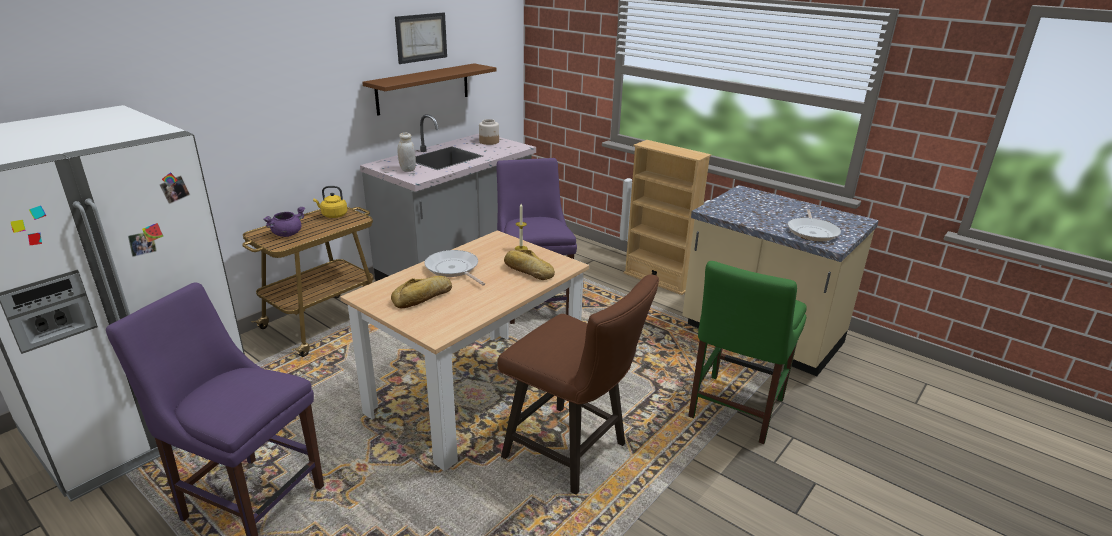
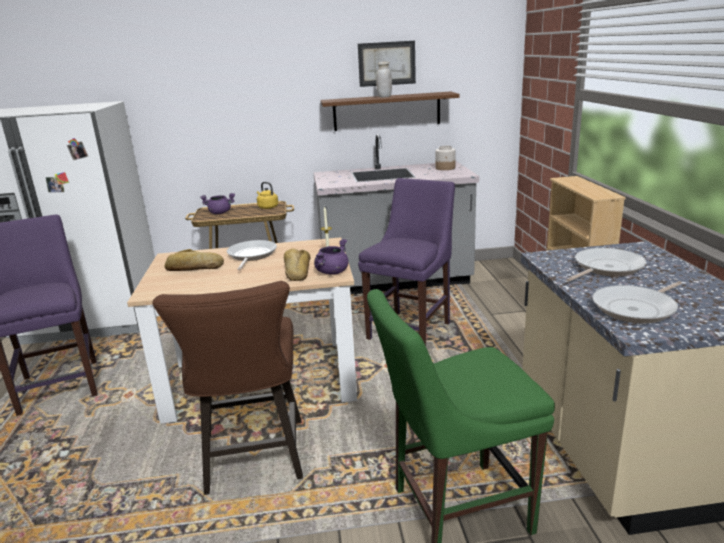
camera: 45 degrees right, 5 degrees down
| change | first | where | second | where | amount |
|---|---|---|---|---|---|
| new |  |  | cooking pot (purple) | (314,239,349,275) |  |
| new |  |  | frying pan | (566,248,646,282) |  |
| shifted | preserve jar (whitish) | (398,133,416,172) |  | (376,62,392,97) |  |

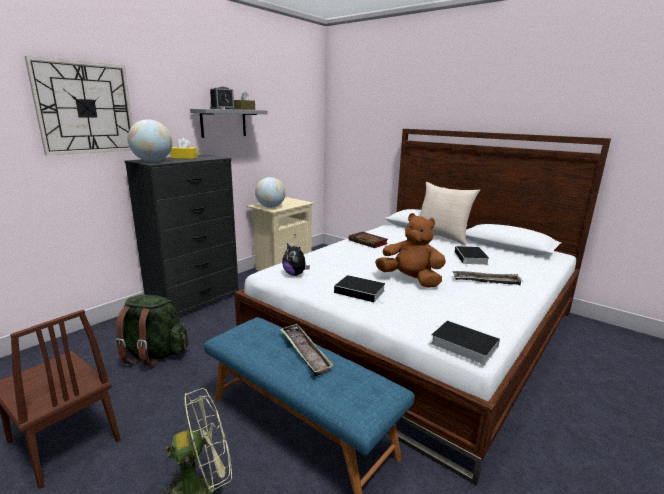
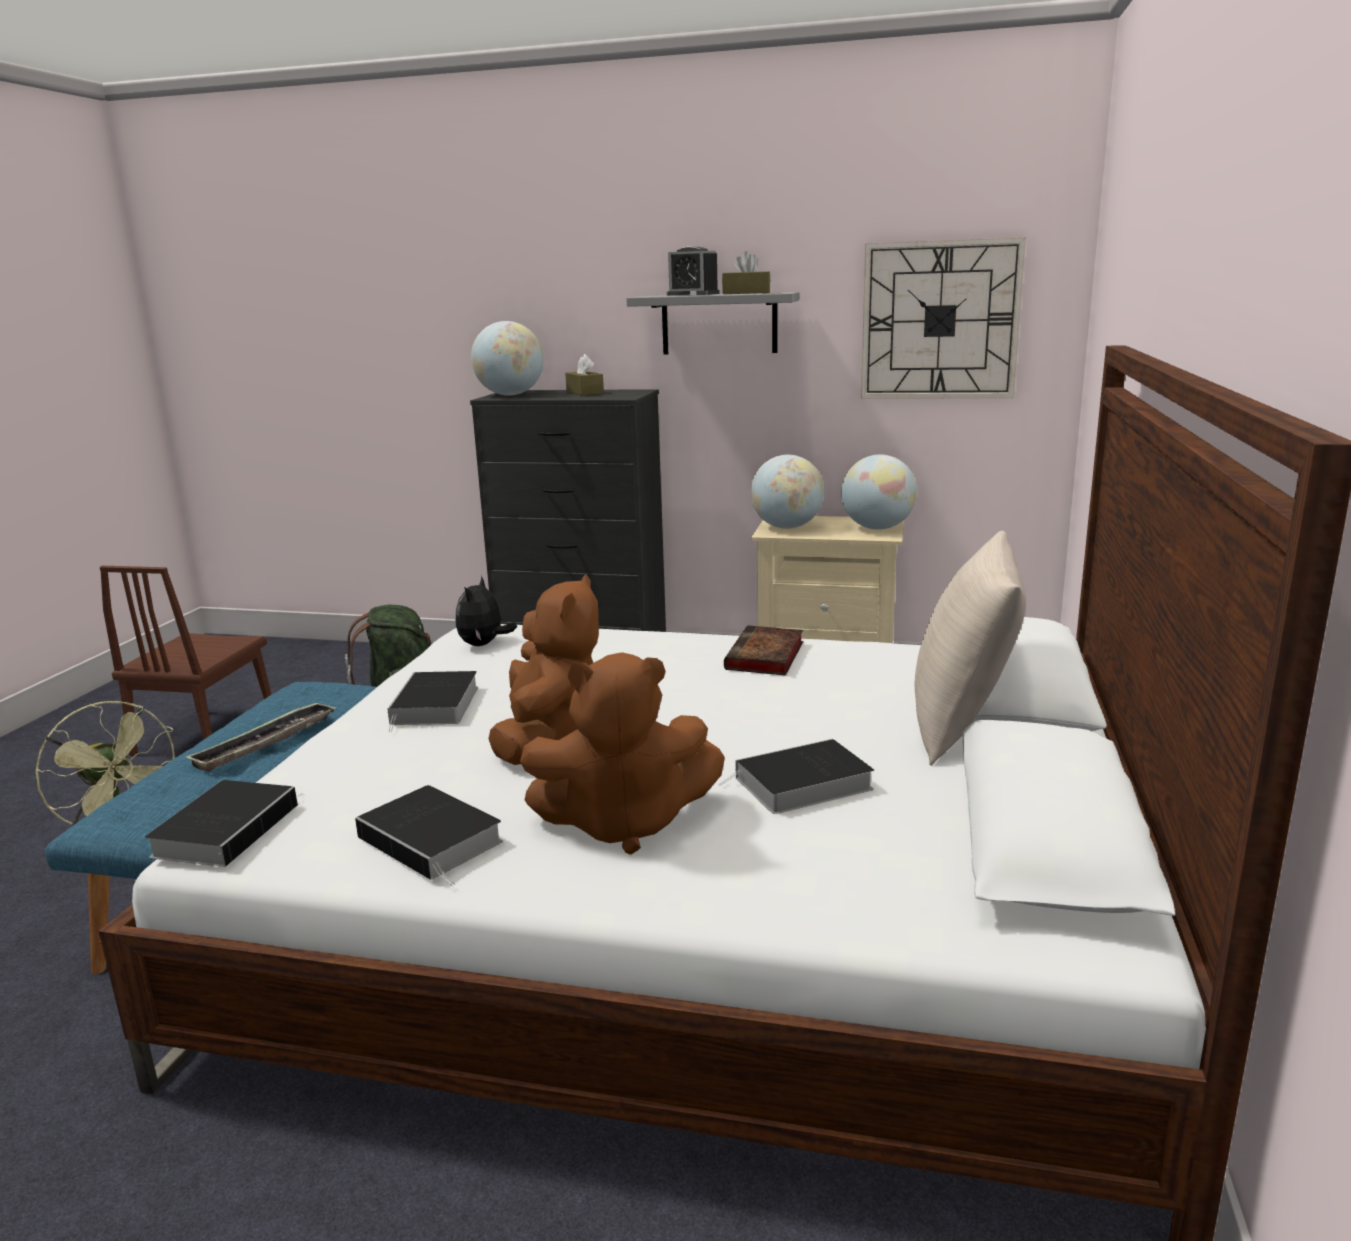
camera: 65 degrees right, 0 degrees up
| change | first | where | second | where | amount |
|---|---|---|---|---|---|
| new |  |  | volume | (355,785,503,886) |  |
| new |  |  | globe | (841,454,917,530) |  |
| shifted | clock on the wall | (25,56,133,156) |  | (861,238,1026,399) |  |
| swapped | carrying tray | (452,271,523,285) | cuddly toy (brown-coloured) | (520,652,725,855) |  |
| repainted | tissue holder (yellow-coloured) | (170,138,197,159) | tissue holder (brown-coloured) | (565,354,604,396) |  |

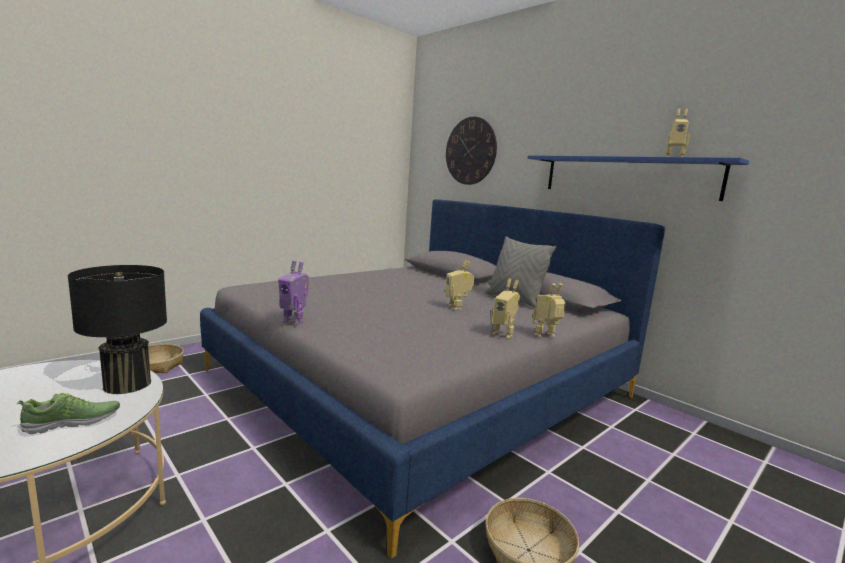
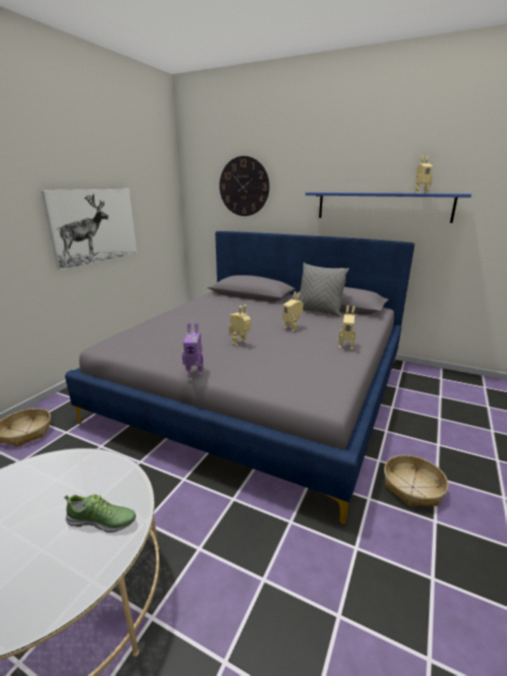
camera: 20 degrees left, 10 degrees up
| change | first | where | second | where | amount |
|---|---|---|---|---|---|
| gone | table lamp (black) | (68,265,167,394) |  |  |  |
| new |  |  | picture | (41,189,137,270) |  |
| shifted | robot figure | (533,283,566,338) |  | (229,305,251,346) |  |
| rotated | low shoe | (18,393,120,434) |  | (64,494,136,533) | 60 degrees clockwise |

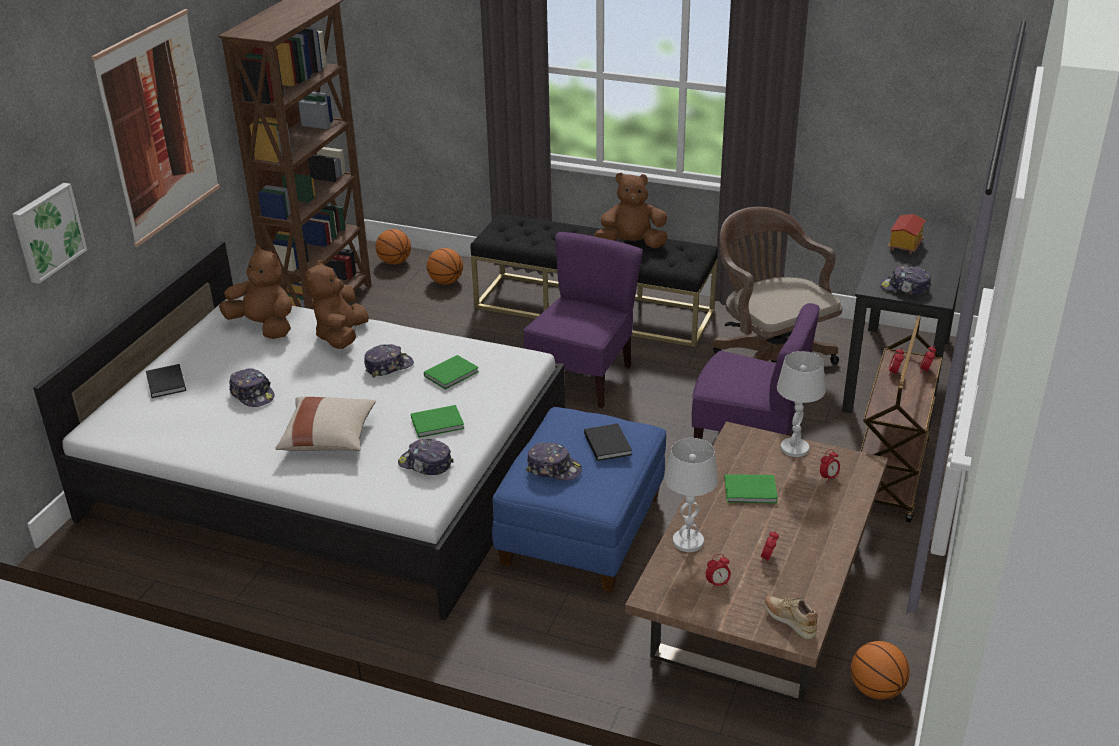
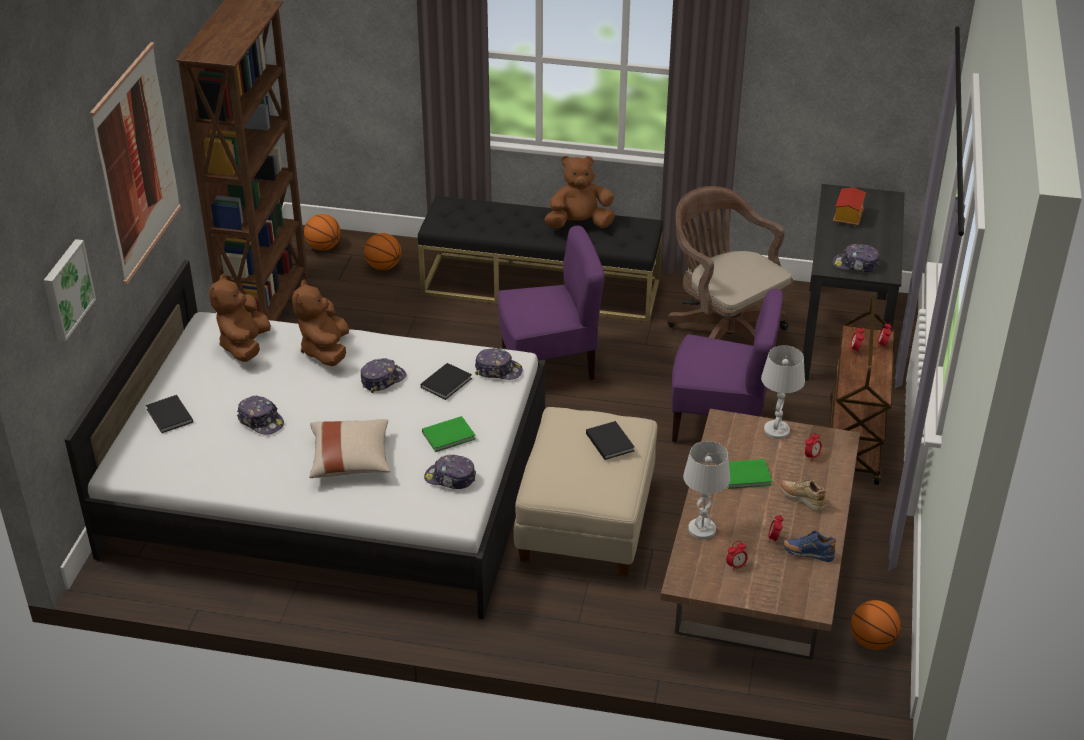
camera: 10 degrees left, 5 degrees up
| change | first | where | second | where | amount |
|---|---|---|---|---|---|
| new |  |  | low shoe (blue-coloured) | (783,531,836,562) |  |
| shifted | baseball cap | (526,442,582,481) |  | (475,348,523,380) |  |
| shifted | low shoe (sand-coloured) | (764,596,818,640) |  | (780,478,826,512) |  |
| repainted | volume (green-coloured) | (424,355,479,389) | volume (black) | (421,363,472,400) |  |
| repainted | footrest (blue-coloured) | (492,407,666,592) | footrest (sand-coloured) | (514,407,657,577) |  |
| rotated | cuddly toy (brown-coloured) | (219,246,292,339) |  | (209,274,271,362) | 105 degrees counterclockwise |
| rotated | chair (purple) | (524,232,643,408) |  | (498,226,605,380) | 60 degrees clockwise |

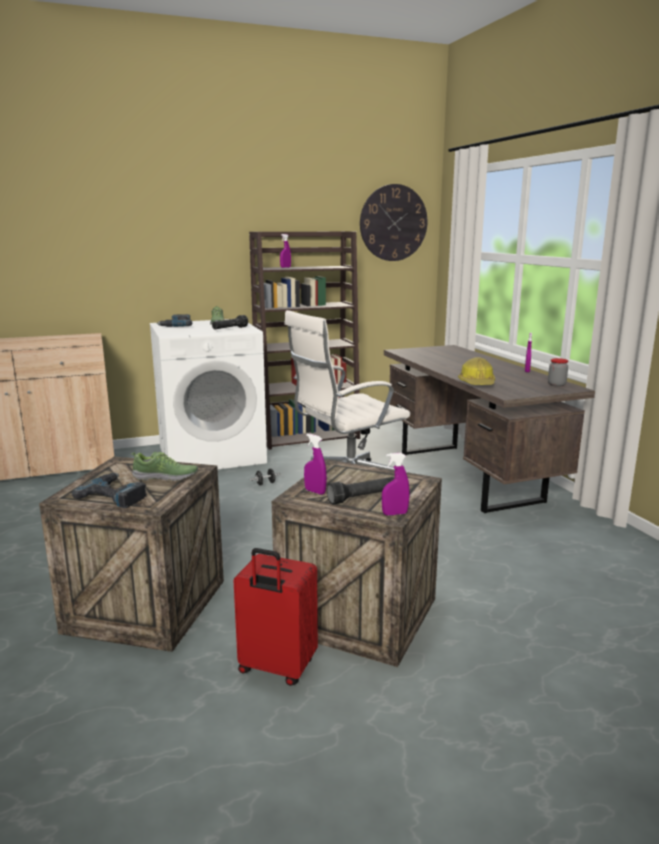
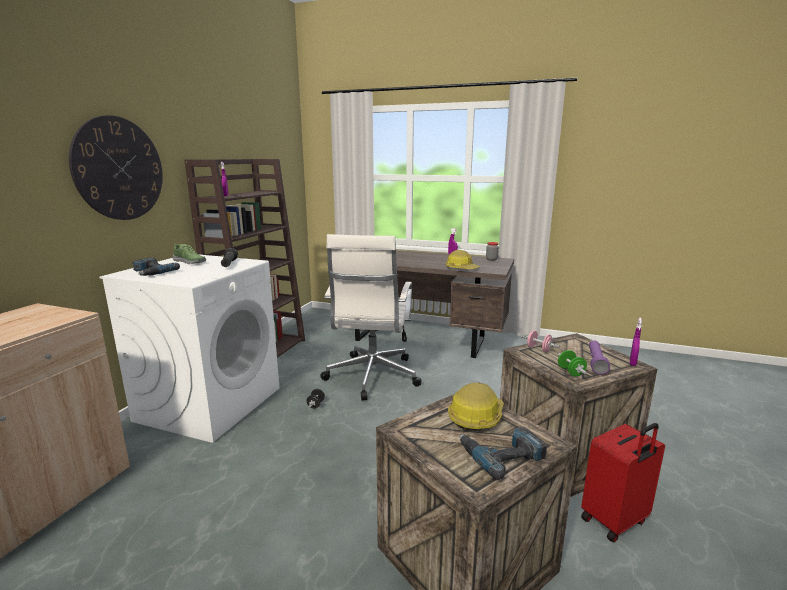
camera: 50 degrees left, 0 degrees up
| change | first | where | second | where | amount |
|---|---|---|---|---|---|
| new |  |  | free weight (pink-coloured) | (521,331,560,352) |  |
| shifted | clock on the wall | (360,184,427,261) |  | (69,115,163,220) |  |
| swapped | low shoe | (132,451,198,481) | safety helmet | (448,382,504,432) |  |
| swapped | hand sprayer (purple) | (304,434,327,495) | free weight (green-coloured) | (558,350,587,376) |  |
| repainted | flashlight (black) | (327,477,394,505) | flashlight (purple) | (589,340,610,375) |  |

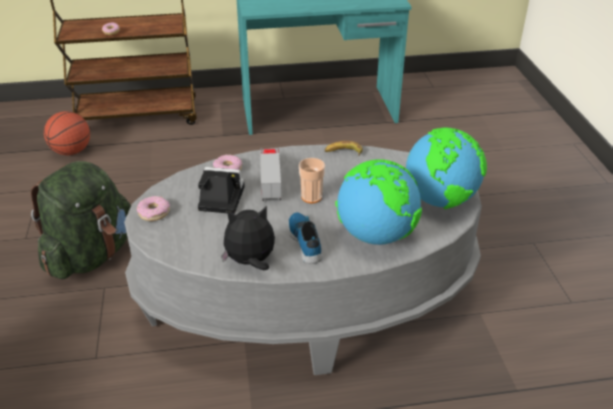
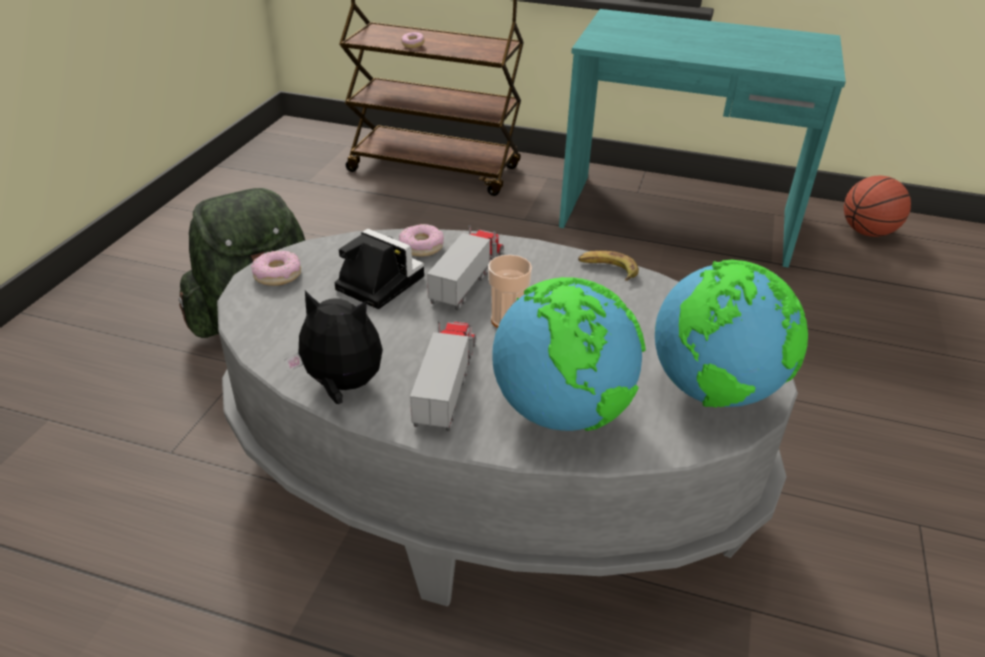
camera: 25 degrees right, 0 degrees up
| change | first | where | second | where | amount |
|---|---|---|---|---|---|
| shifted | ball for basketball | (44,111,90,155) |  | (844,175,911,237) |  |
| swapped | low shoe | (288,212,323,264) | toy lorry | (410,321,476,431) |  |

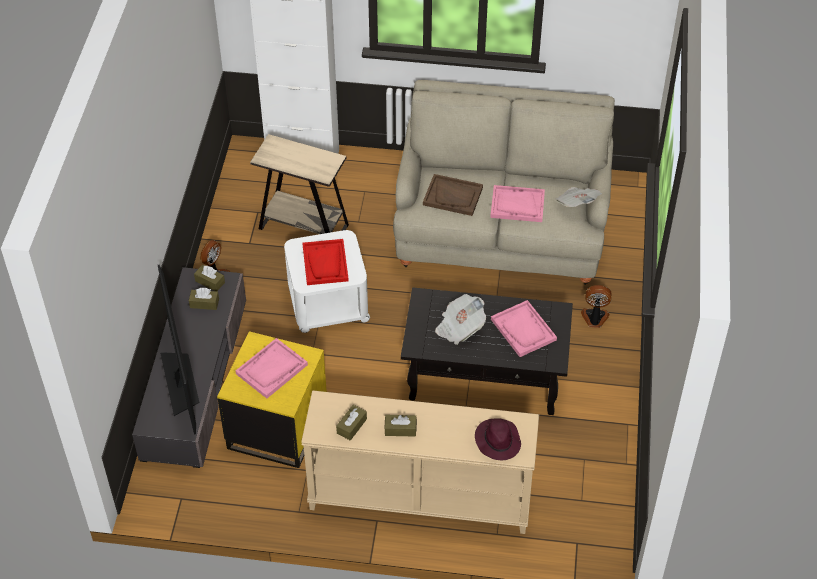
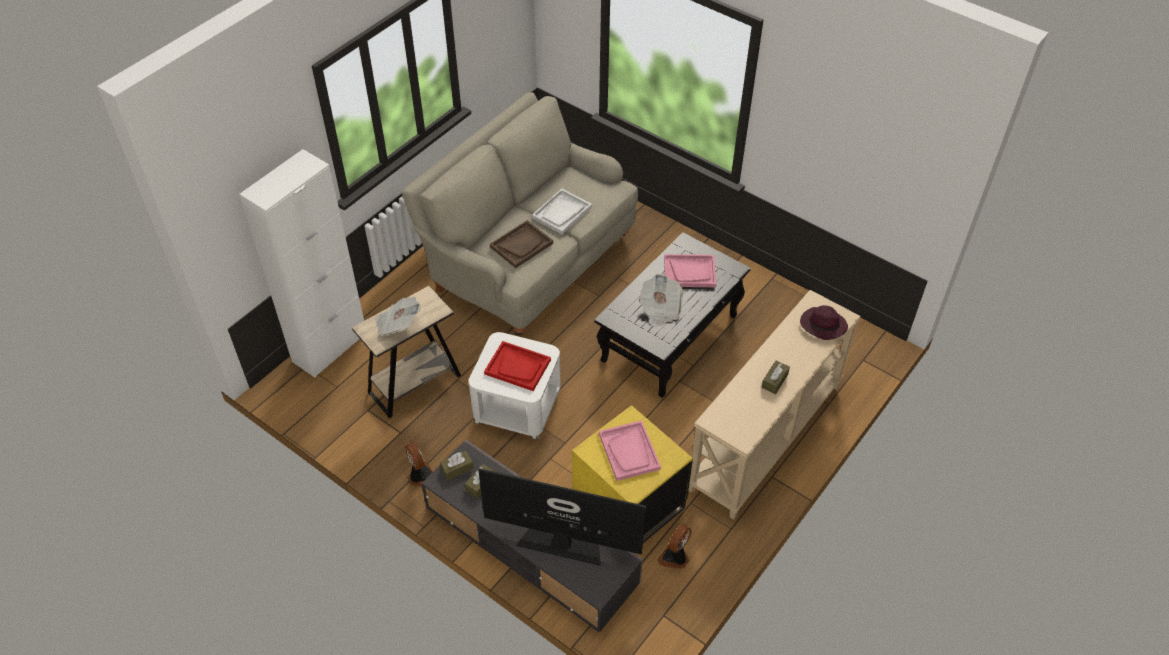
camera: 60 degrees left, 0 degrees up
| change | first | where | second | where | amount |
|---|---|---|---|---|---|
| gone | tissue holder (brown-coloured) | (336,405,367,441) |  |  |  |
| shifted | daily paper | (555,187,602,207) |  | (375,297,420,336) |  |
| shifted | fan | (581,285,612,328) |  | (657,524,692,569) |  |
| repainted | carrying tray (pink-coloured) | (490,185,545,222) | carrying tray (whitish) | (532,189,592,235) |  |

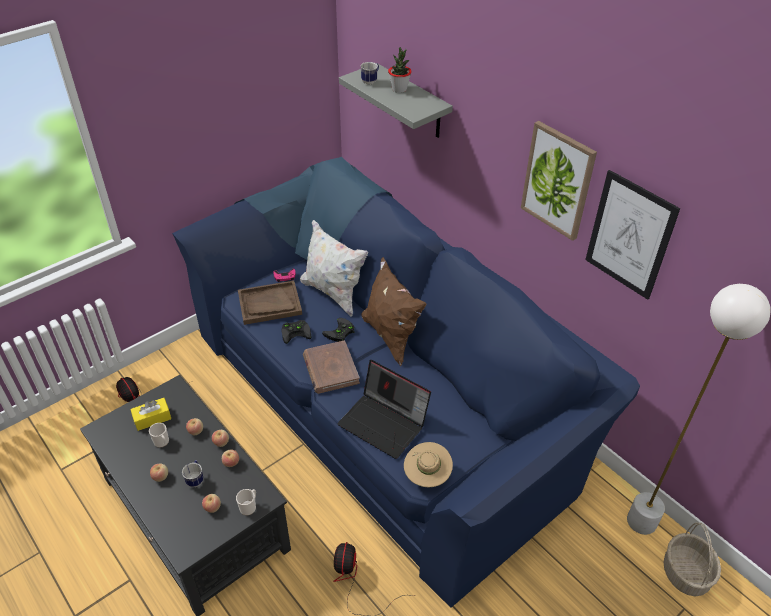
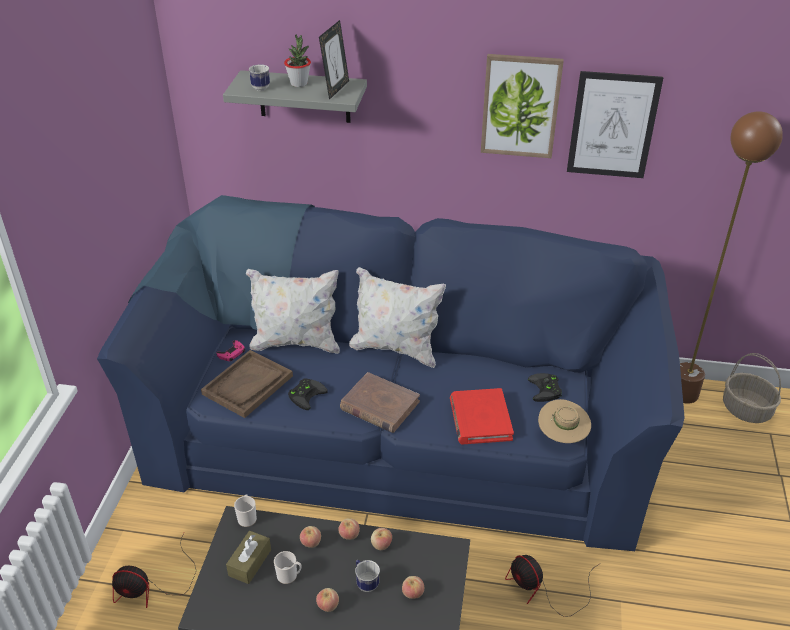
camera: 40 degrees left, 5 degrees down
| change | first | where | second | where | amount |
|---|---|---|---|---|---|
| new |  |  | standing frame | (319,20,349,100) |  |
| shifted | mug | (236,489,256,515) |  | (234,494,257,527) |  |
| shifted | game controller (black) | (322,318,355,342) |  | (528,373,562,402) |  |
| swapped | laptop | (337,360,431,459) | volume (reddish) | (450,388,514,444) |  |
| repainted | tissue holder (yellow-coloured) | (131,398,171,431) | tissue holder (brown-coloured) | (226,531,271,584) |  |
| repainted | throw pillow (brown-coloured) | (361,257,426,366) | throw pillow (whitish) | (349,267,446,368) |  |
| repainted | standing lamp (whitish) | (627,284,771,535) | standing lamp (brown-coloured) | (680,111,783,403) |  |

